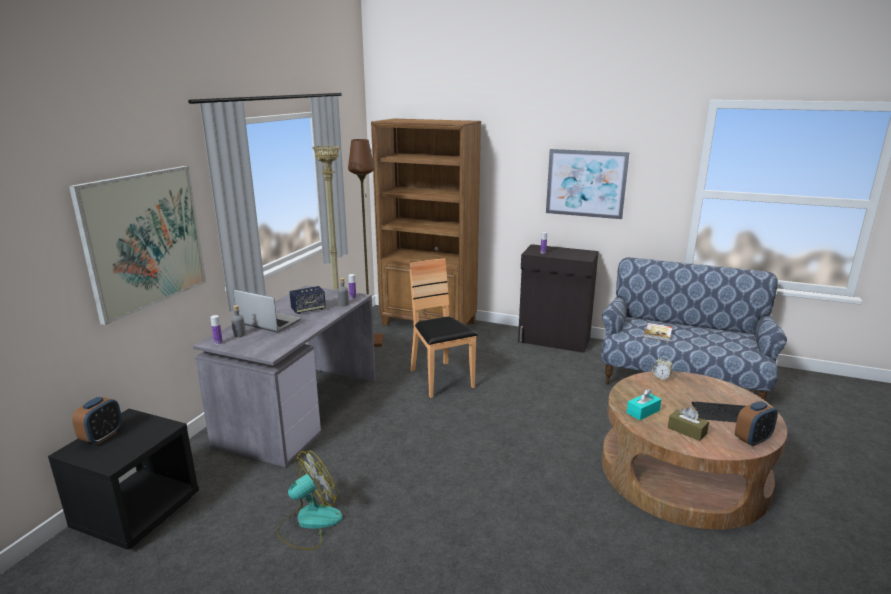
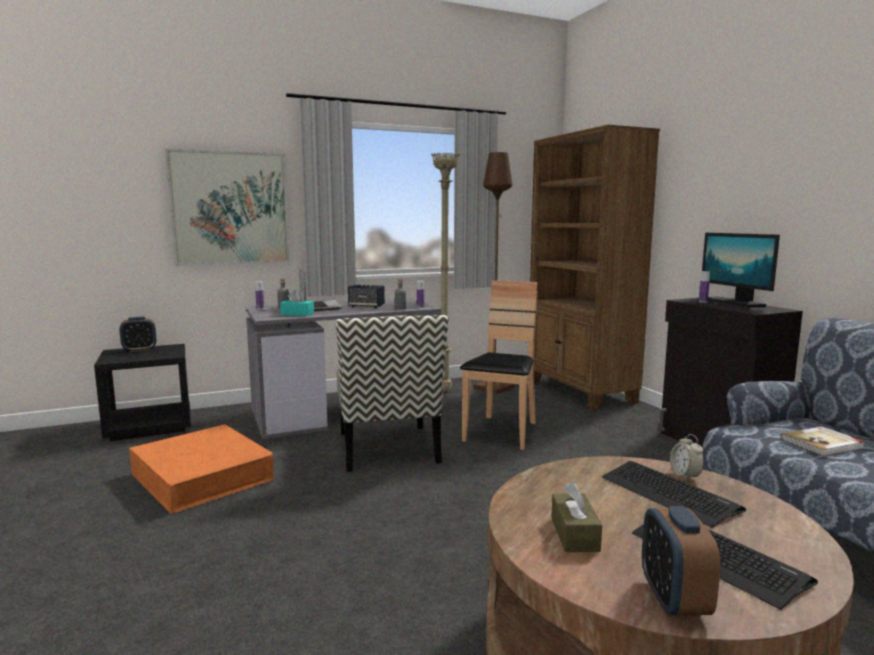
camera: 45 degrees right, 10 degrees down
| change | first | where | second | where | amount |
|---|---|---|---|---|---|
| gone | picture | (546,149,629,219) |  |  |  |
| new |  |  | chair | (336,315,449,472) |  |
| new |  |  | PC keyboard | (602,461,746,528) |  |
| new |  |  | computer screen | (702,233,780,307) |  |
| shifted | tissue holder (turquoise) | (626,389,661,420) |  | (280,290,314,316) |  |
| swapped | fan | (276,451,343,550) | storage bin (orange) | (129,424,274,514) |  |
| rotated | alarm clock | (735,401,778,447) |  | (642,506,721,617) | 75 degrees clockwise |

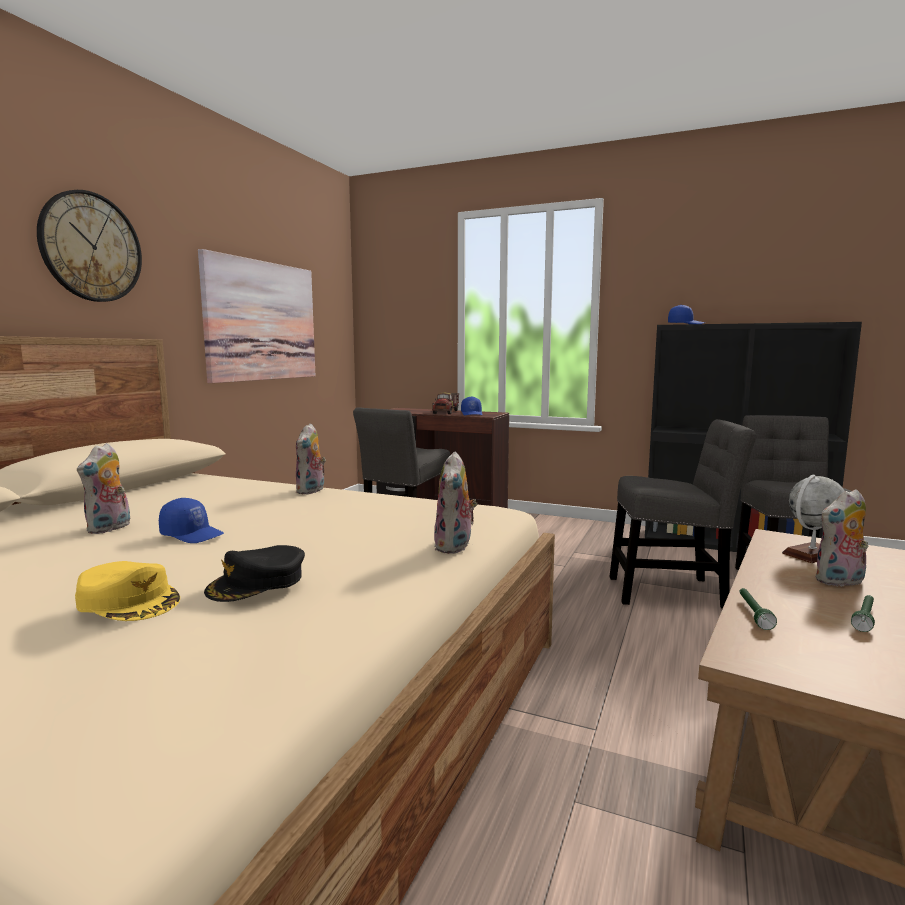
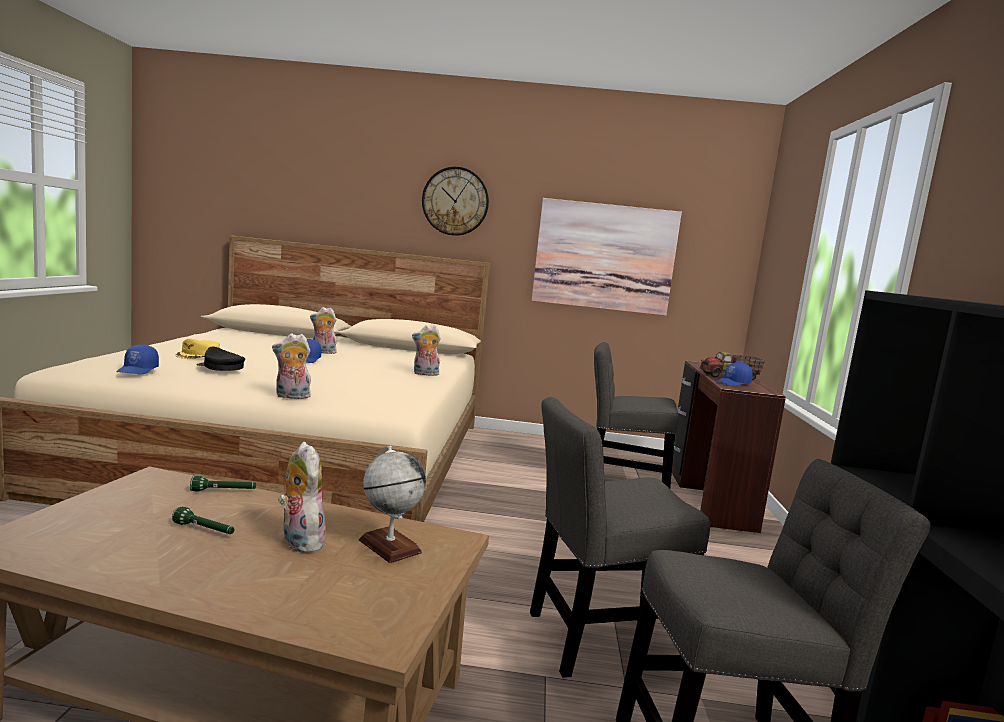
camera: 70 degrees right, 0 degrees up
| change | first | where | second | where | amount |
|---|---|---|---|---|---|
| shifted | baseball cap (blue-coloured) | (668,305,705,324) |  | (116,344,159,375) |  |
| rotated | chair (gray) | (610,419,757,609) |  | (530,397,710,678) | 90 degrees clockwise |

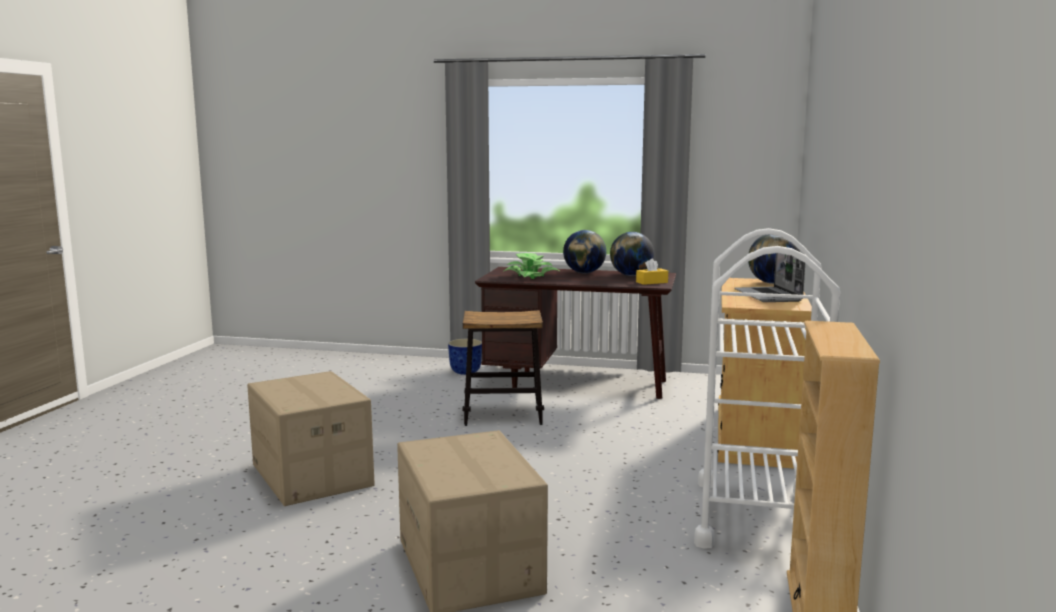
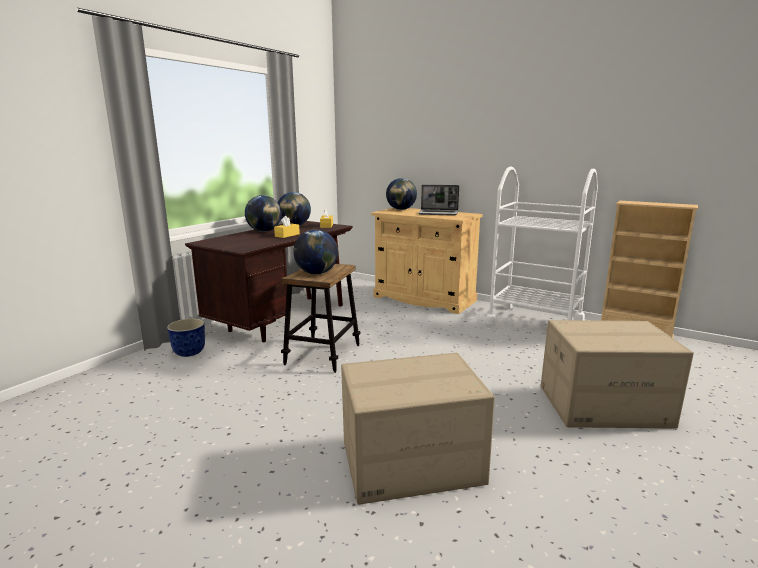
camera: 70 degrees left, 5 degrees up
| change | first | where | second | where | amount |
|---|---|---|---|---|---|
| gone | houseplant | (504,253,561,279) |  |  |  |
| new |  |  | tissue holder (yellow-coloured) | (274,216,300,238) |  |
| new |  |  | globe | (293,230,338,274) |  |

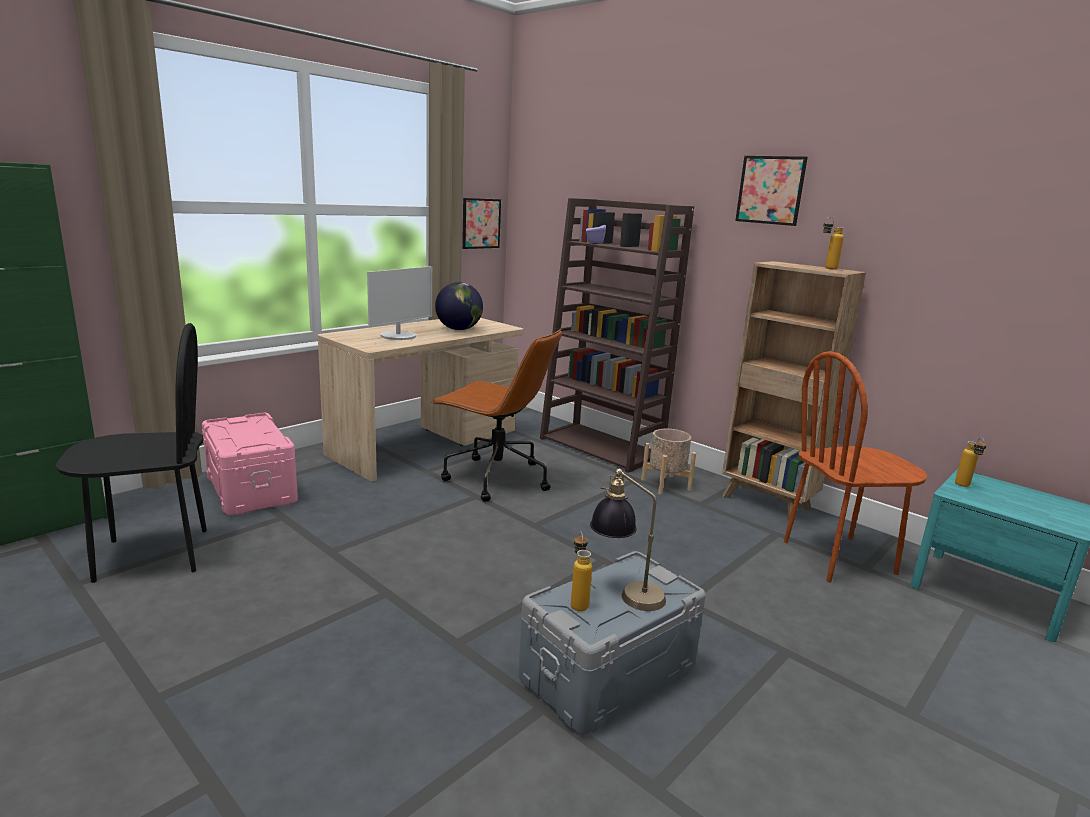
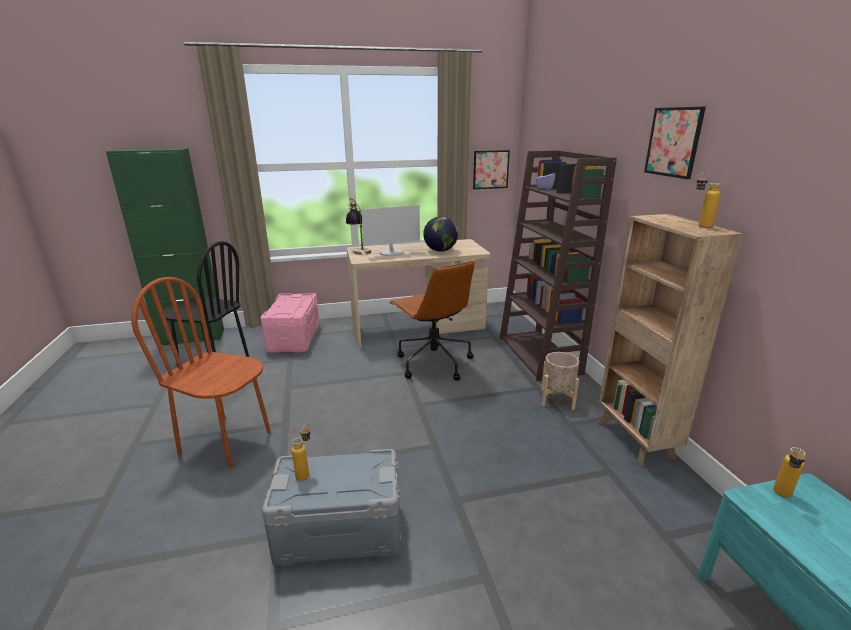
camera: 35 degrees right, 5 degrees up
| change | first | where | second | where | amount |
|---|---|---|---|---|---|
| shifted | table lamp | (590,468,666,611) |  | (346,197,371,255) |  |
| shifted | chair (brown-coloured) | (784,351,927,583) |  | (131,277,271,469) |  |

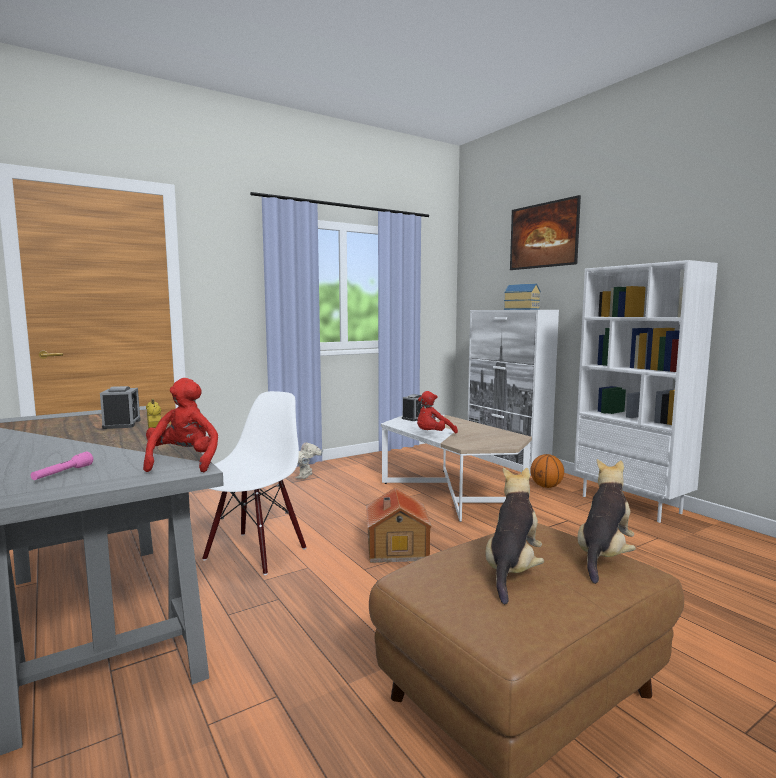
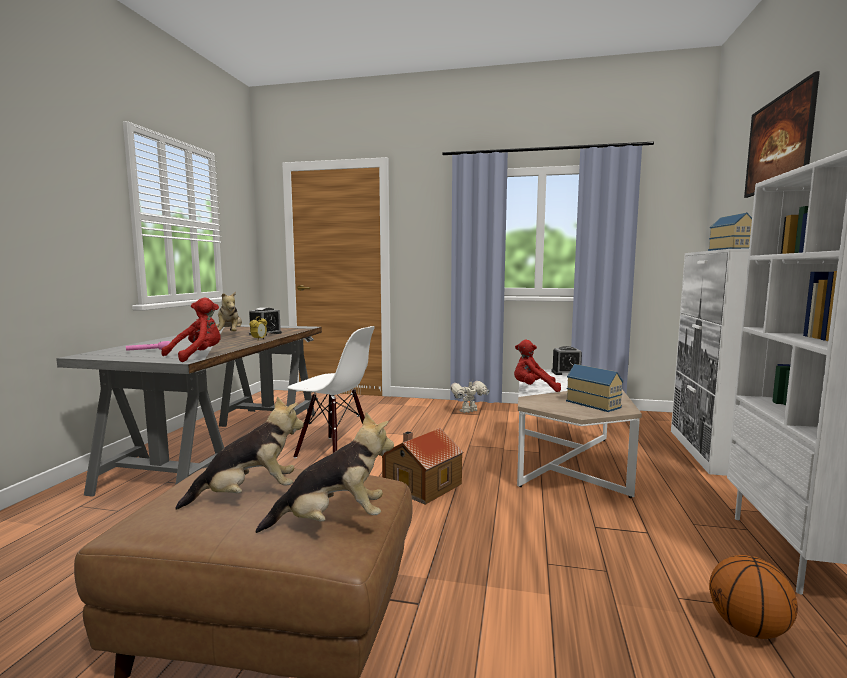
camera: 45 degrees right, 0 degrees up
| change | first | where | second | where | amount |
|---|---|---|---|---|---|
| new |  |  | cuddly toy | (216,291,242,331) |  |
| new |  |  | model house | (566,364,623,412) |  |
| shifted | ball for basketball | (530,454,564,488) |  | (709,555,798,639) |  |
| rotated | chair (whitish) | (202,391,306,575) |  | (287,326,375,458) | 45 degrees clockwise |

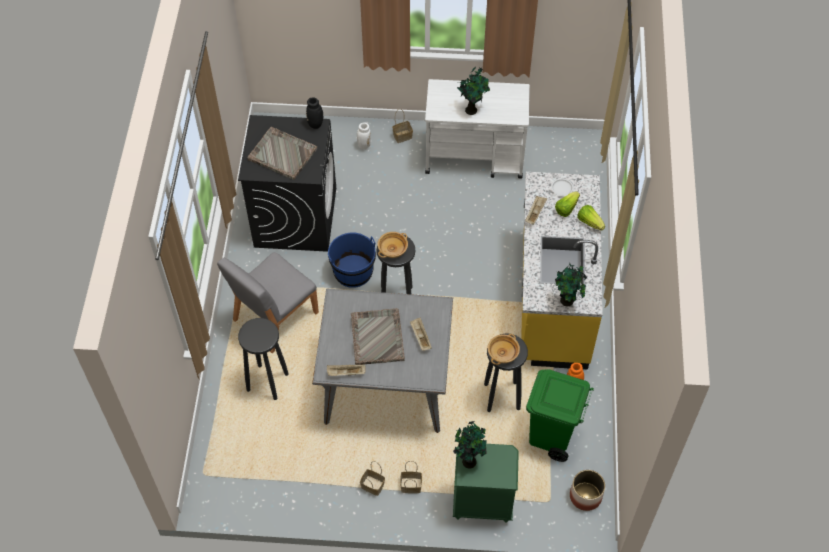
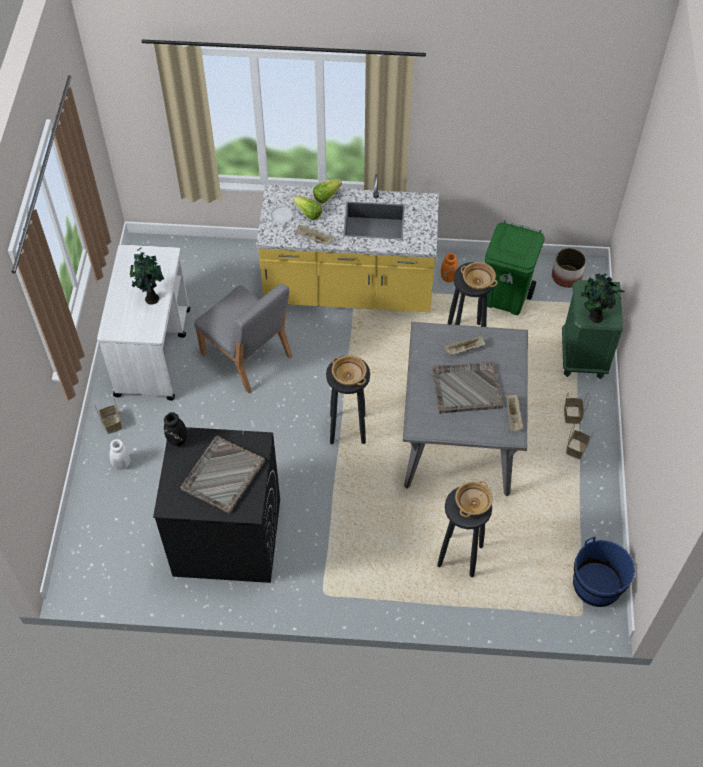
camera: 90 degrees left, 0 degrees up
| change | first | where | second | where | amount |
|---|---|---|---|---|---|
| gone | houseplant | (555,264,587,306) |  |  |  |
| new |  |  | serving bowl (sand-coloured) | (455,481,493,517) |  |
| shifted | chair (gray) | (217,252,319,353) |  | (194,283,292,394) |  |
| shifted | pail (blue-coloured) | (327,233,376,288) |  | (573,537,635,607) |  |

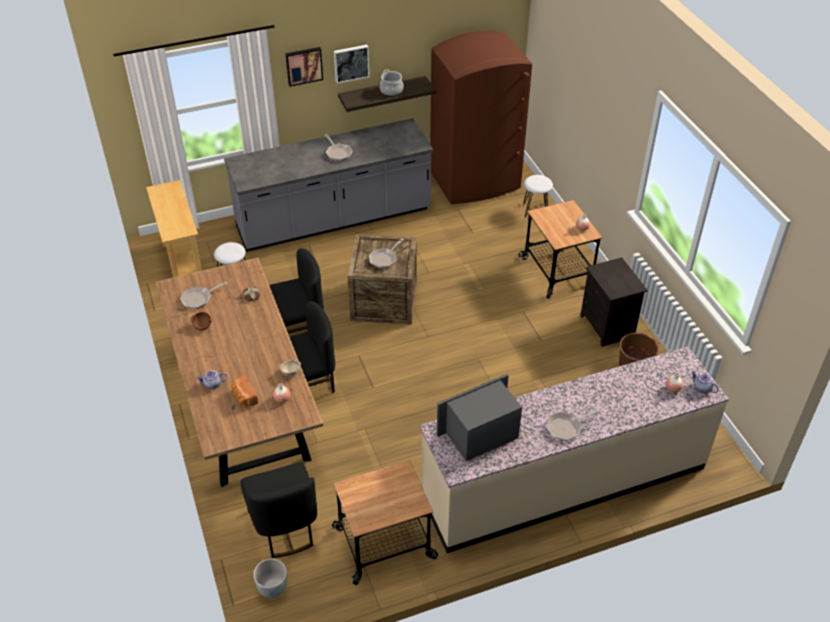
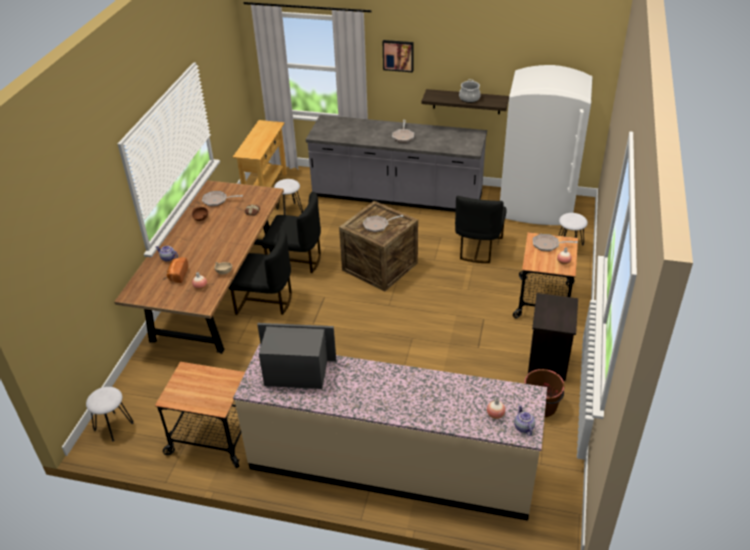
camera: 35 degrees right, 5 degrees down
| change | first | where | second | where | amount |
|---|---|---|---|---|---|
| gone | picture | (334,45,370,84) |  |  |  |
| shifted | chair (black) | (241,462,317,558) |  | (455,196,507,263) |  |
| shifted | frying pan | (546,409,600,441) |  | (533,234,578,251) |  |
| swapped | plant pot (gray) | (253,559,287,598) | sitting stool (whitish) | (86,387,133,442) |  |
| repainted | refrigerator (brown-coloured) | (430,31,532,204) | refrigerator (whitish) | (500,65,593,225) |  |

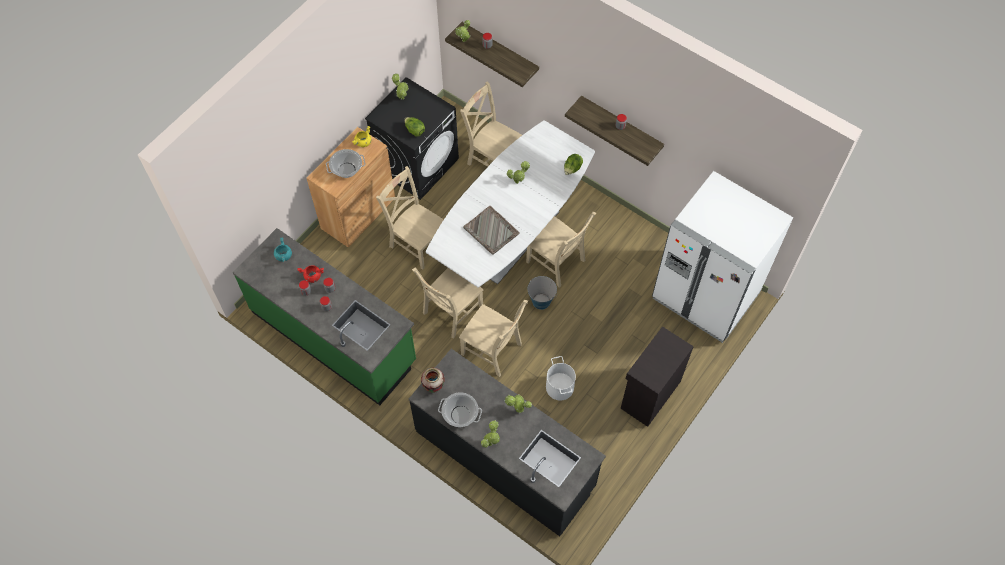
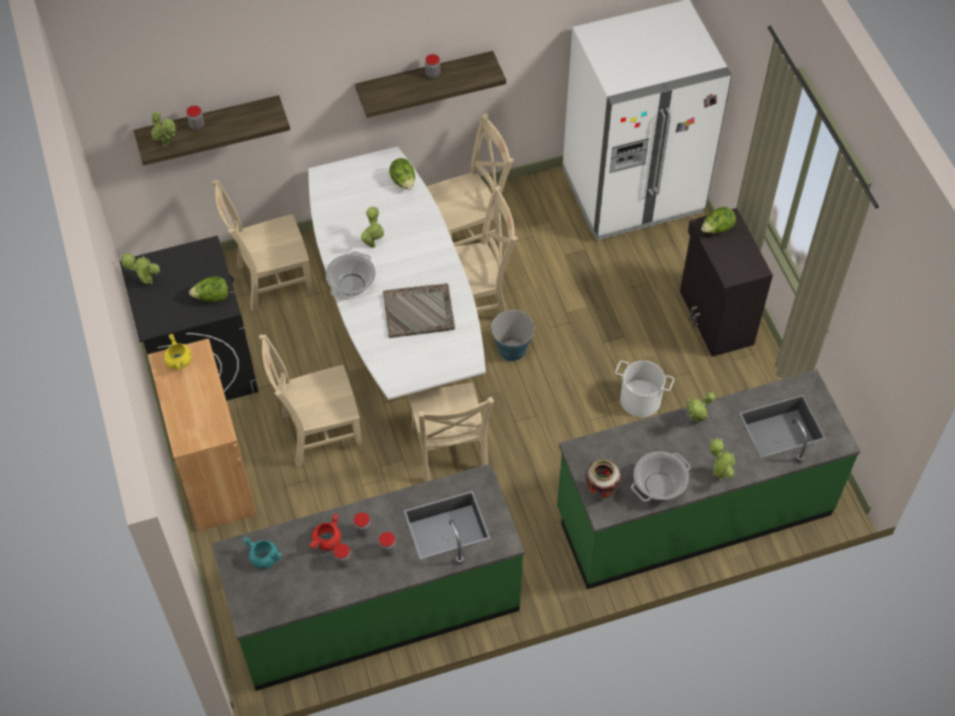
camera: 55 degrees left, 5 degrees down
| change | first | where | second | where | amount |
|---|---|---|---|---|---|
| new |  |  | head of lettuce | (701,207,736,233) |  |
| shifted | cooking pot | (326,149,366,178) |  | (326,251,376,300) |  |
| shifted | chair (sand-coloured) | (459,300,528,377) |  | (426,114,513,247) |  |
| repainted | kitchen base unit (black) | (409,349,606,536) | kitchen base unit (green-coloured) | (557,369,860,589) |  |

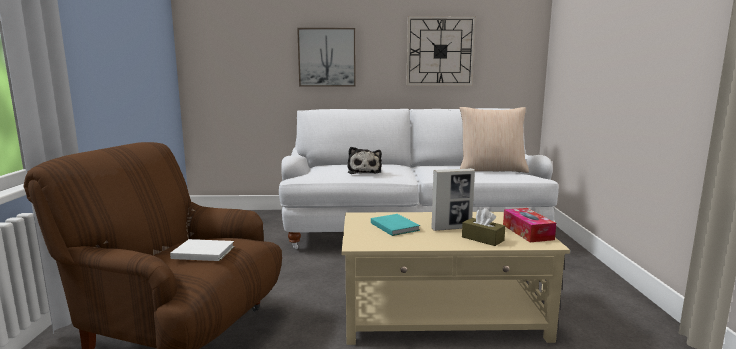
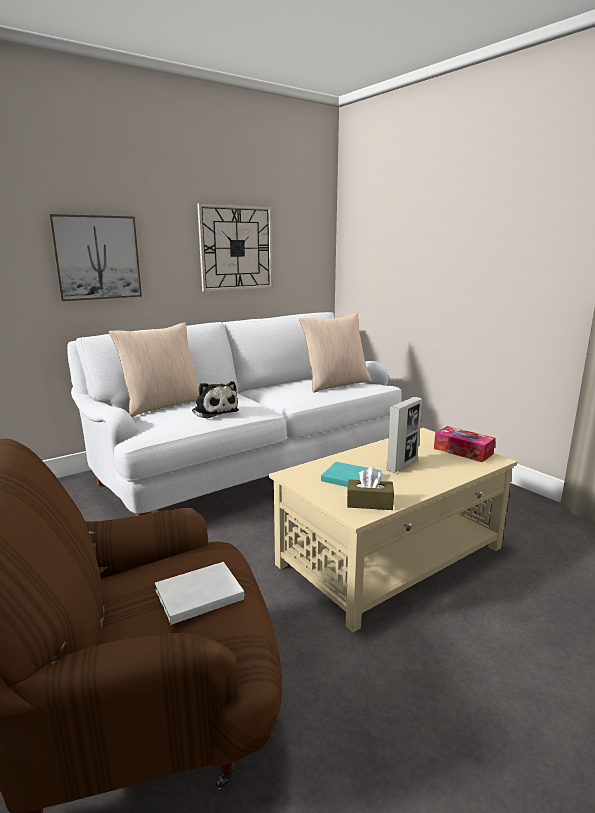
camera: 35 degrees left, 5 degrees up
| change | first | where | second | where | amount |
|---|---|---|---|---|---|
| new |  |  | throw pillow (sand-coloured) | (109,322,199,417) |  |
| shifted | tissue holder (brown-coloured) | (462,208,505,246) |  | (347,467,394,510) |  |

